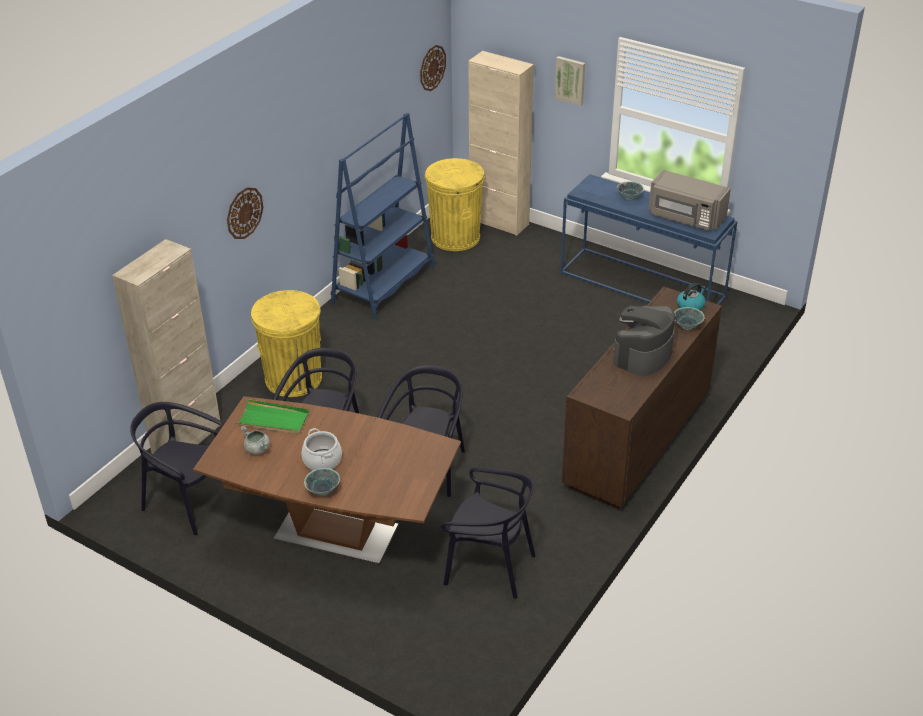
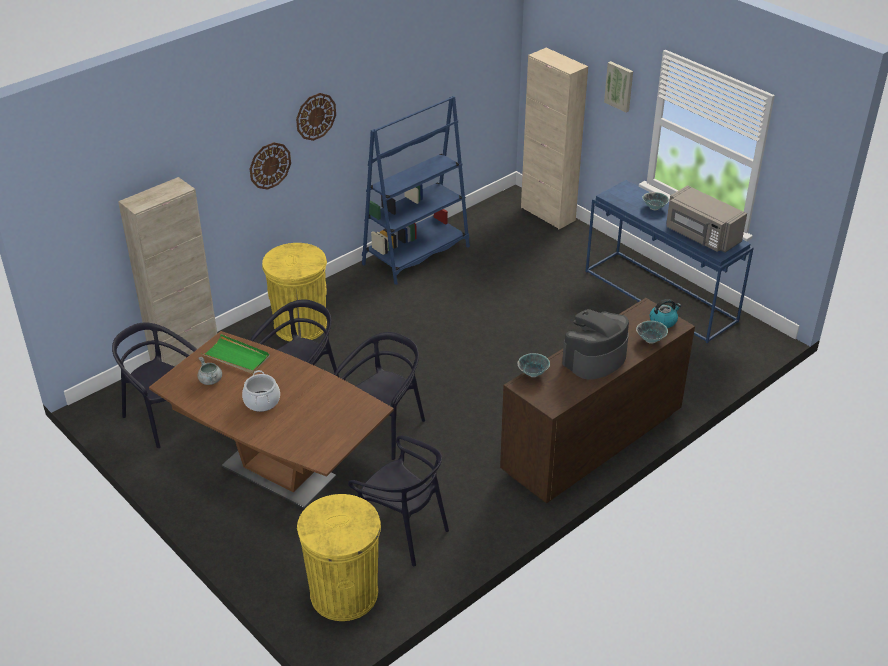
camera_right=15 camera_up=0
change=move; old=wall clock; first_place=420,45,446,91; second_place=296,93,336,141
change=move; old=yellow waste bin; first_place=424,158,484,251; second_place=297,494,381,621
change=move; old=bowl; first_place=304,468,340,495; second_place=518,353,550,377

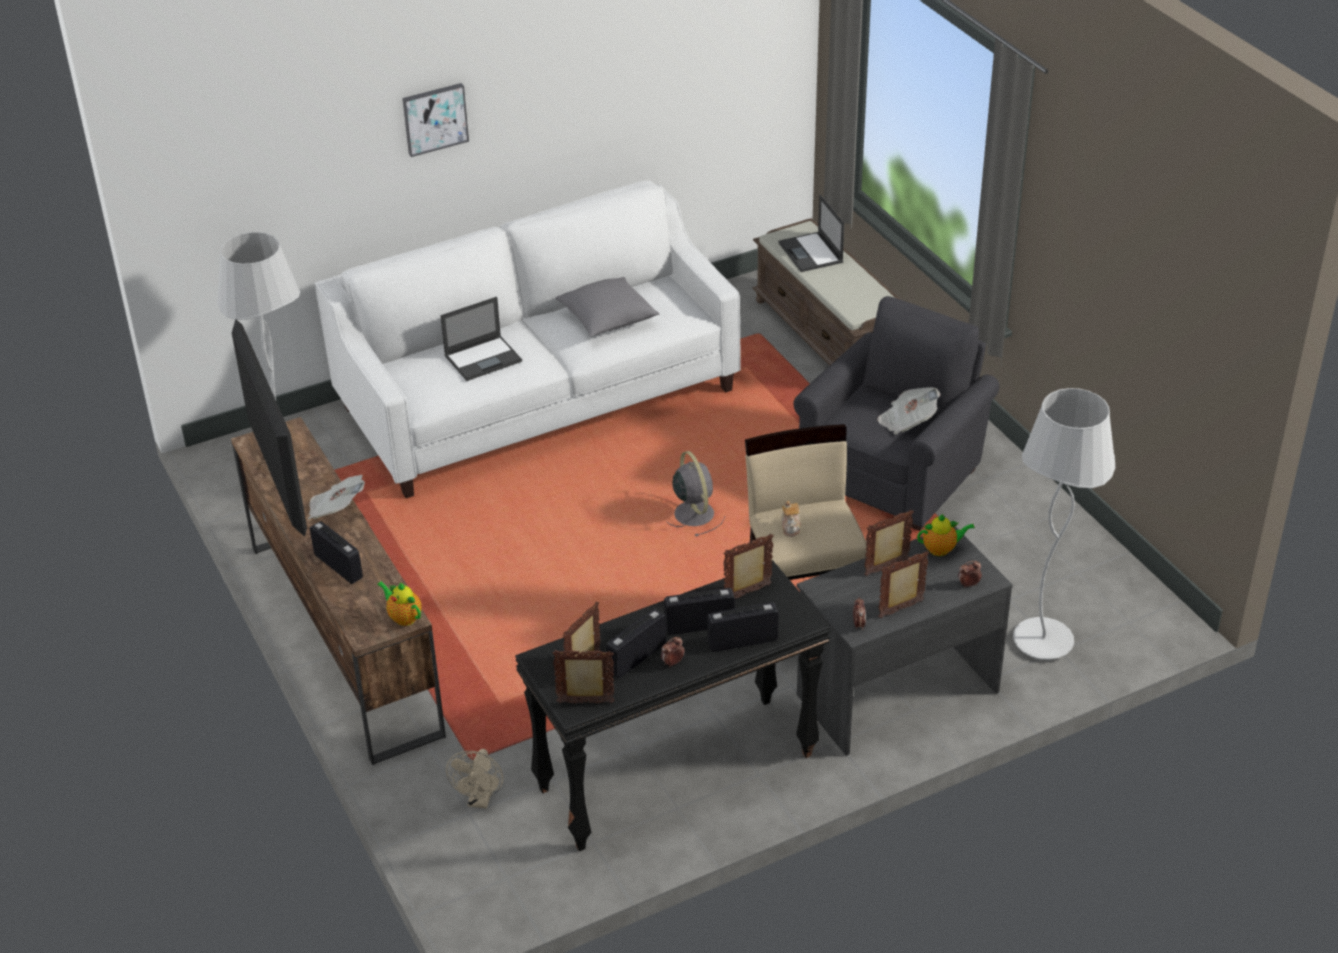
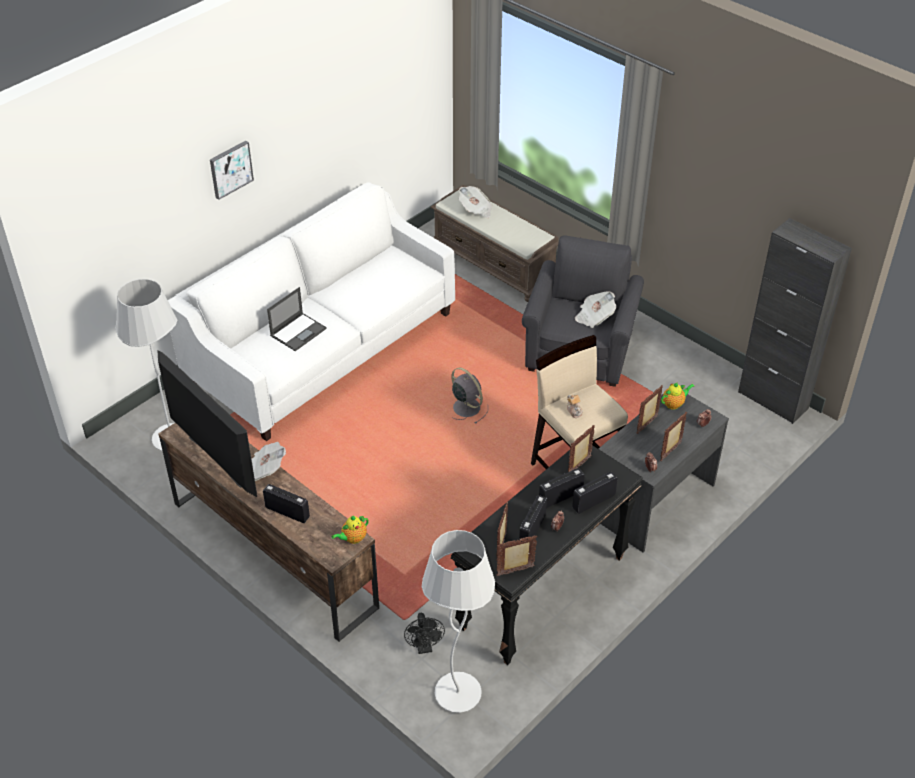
camera_right=-20 camera_up=5
change=rotate; old=teapot; first_place=377,581,421,626; second_place=331,516,369,544; degrees=-60
change=recolor; old=beige-coloured fan; new=black-coloured fan; first_place=446,749,503,809; second_place=404,613,445,654
change=move; old=white standing lamp; first_place=1013,388,1115,660; second_place=422,530,495,713
change=replace; old=laptop; new=printed paper; first_place=778,194,844,272; second_place=459,186,493,218
change=insert; new=black-coloured storage cabinet; second_place=738,218,852,424
change=delete; old=greyish cushion; first_place=555,277,659,337

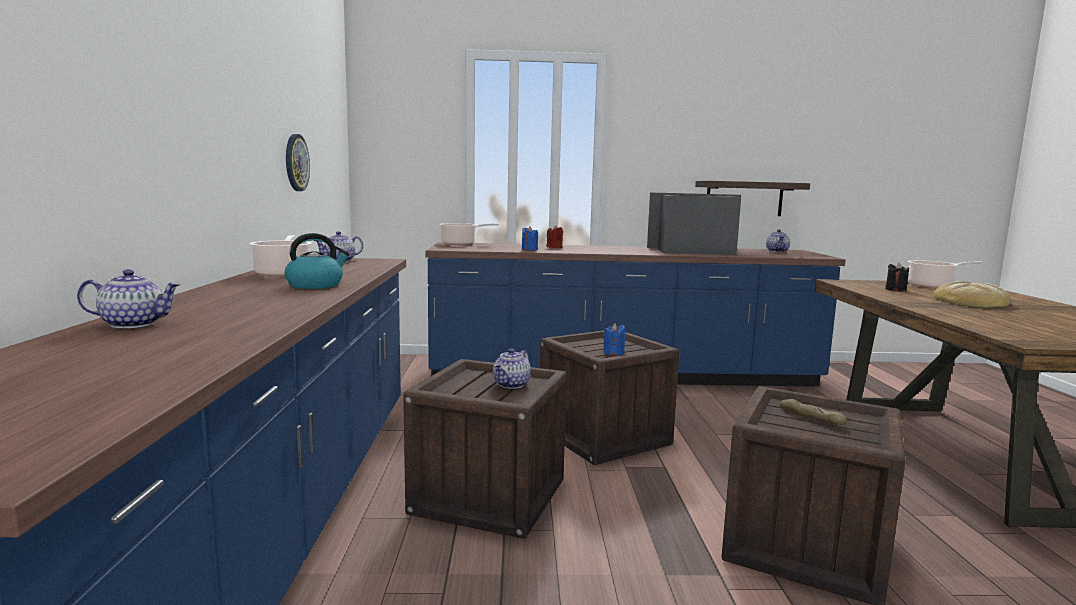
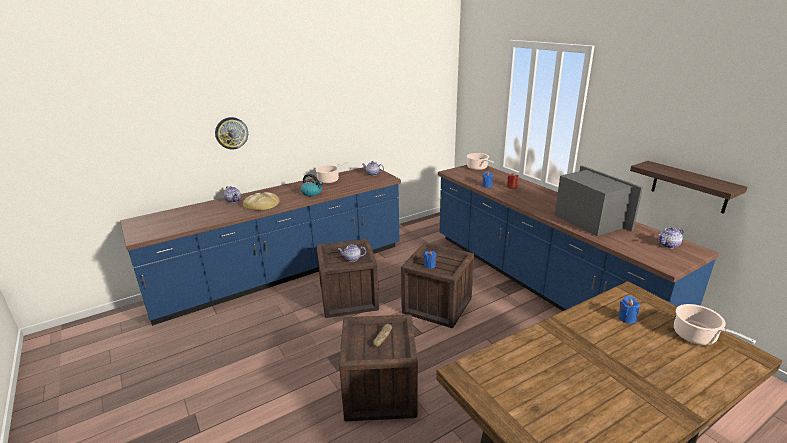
camera_right=60 camera_up=15
change=move; old=wall clock; first_place=286,134,310,191; second_place=215,117,248,149
change=move; old=bread; first_place=933,281,1011,308; second_place=243,192,280,210
change=recolor; old=black-coloured wax candle; new=bluish wax candle; first_place=885,263,909,292; second_place=618,296,640,324

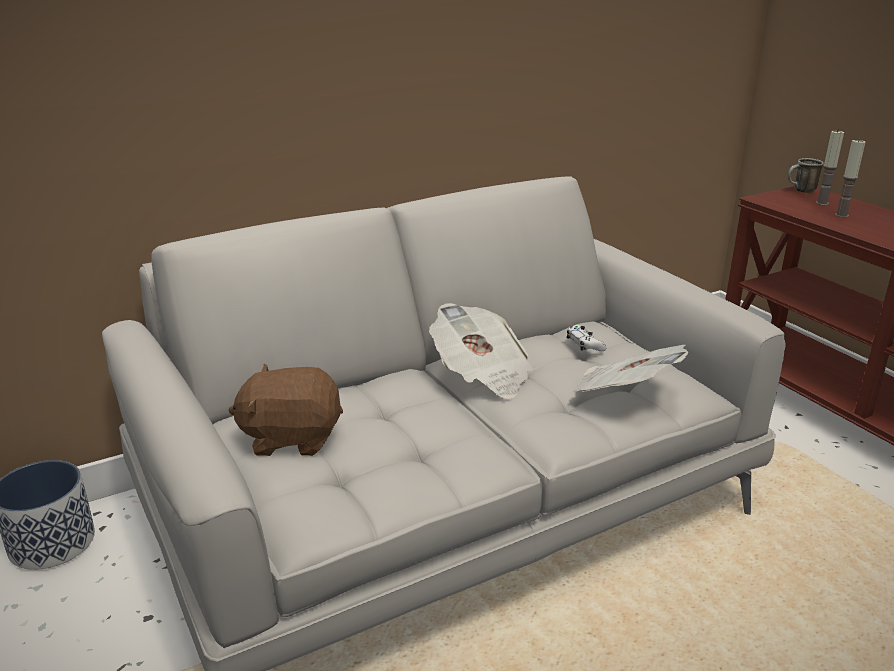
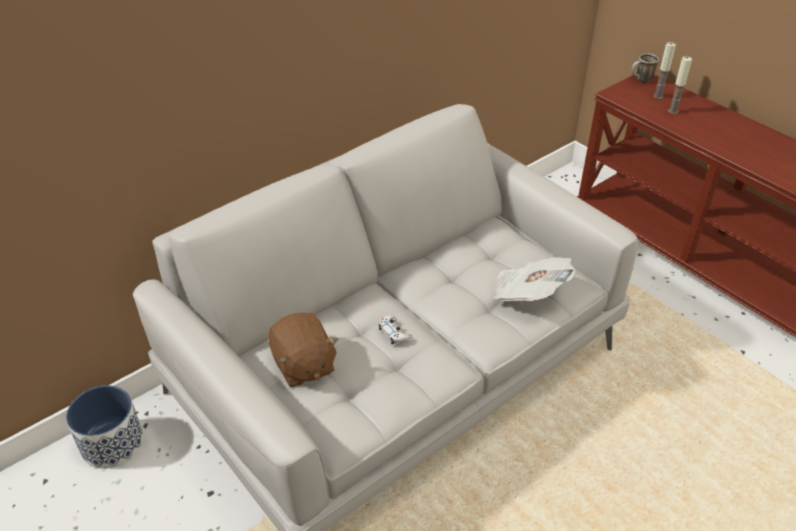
camera_right=-10 camera_up=15
change=rotate; old=brown-coloured plush toy; first_place=228,364,343,456; second_place=269,313,338,387; degrees=-105
change=move; old=white gamepad; first_place=567,325,606,351; second_place=379,316,413,345
change=delete; old=printed paper; first_place=429,303,535,399

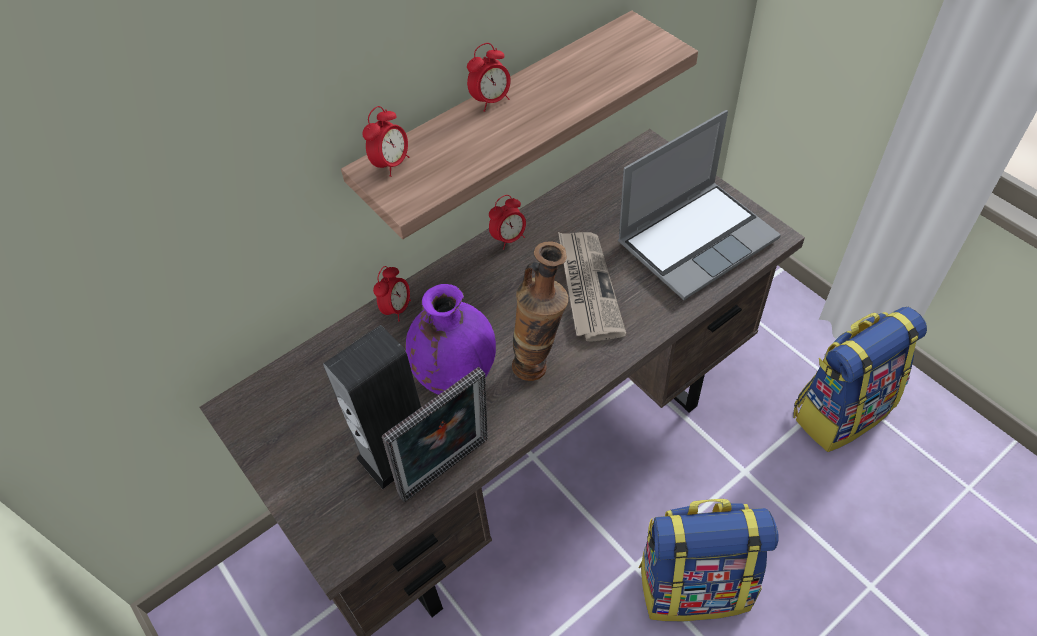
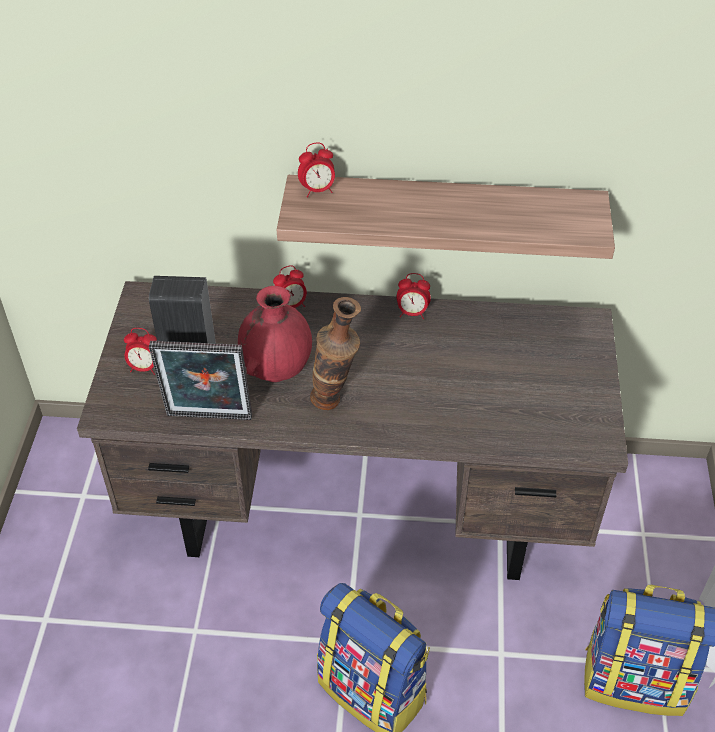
camera_right=40 camera_up=-5
change=move; old=table clock; first_place=467,43,511,112; second_place=124,328,157,375
change=recolor; old=purple vase; new=red-coloured vase; first_place=406,284,496,395; second_place=238,286,312,382
change=delete; old=printed paper; first_place=558,232,626,342
change=delete; old=laptop; first_place=618,110,781,300

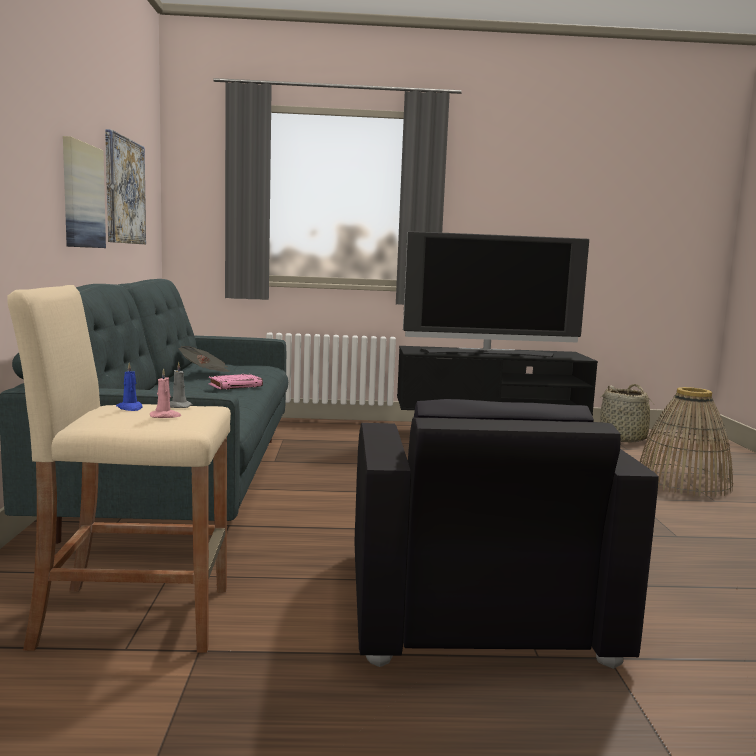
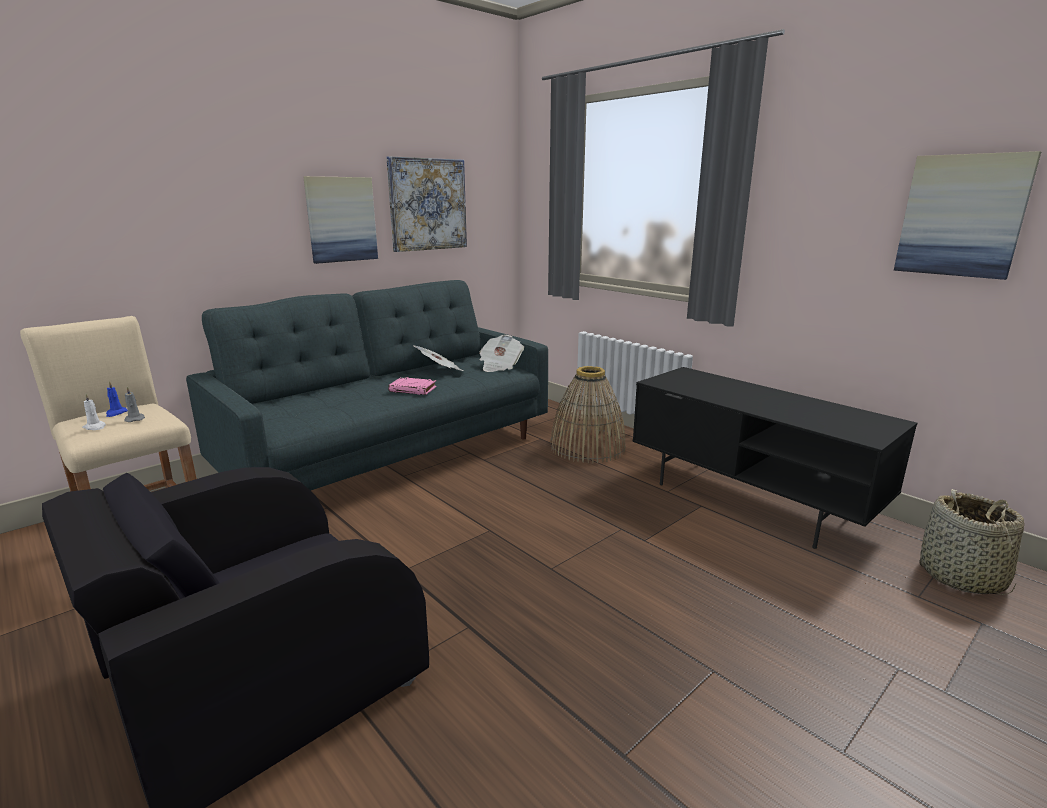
camera_right=50 camera_up=10
change=recolor; old=pink wax candle; new=white wax candle; first_place=150,368,181,418; second_place=82,394,106,430
change=insert; new=printed paper; second_place=480,335,524,372
change=move; old=basket; first_place=640,387,733,497; second_place=550,366,626,463
change=insert; new=wall art; second_place=894,151,1041,280
change=delete; old=TV set; first_place=403,231,589,357

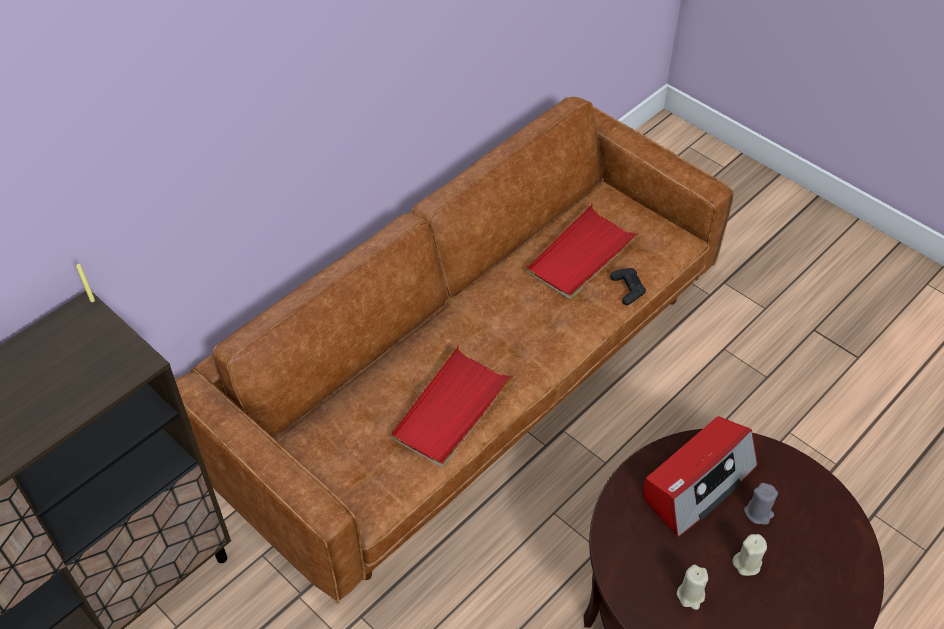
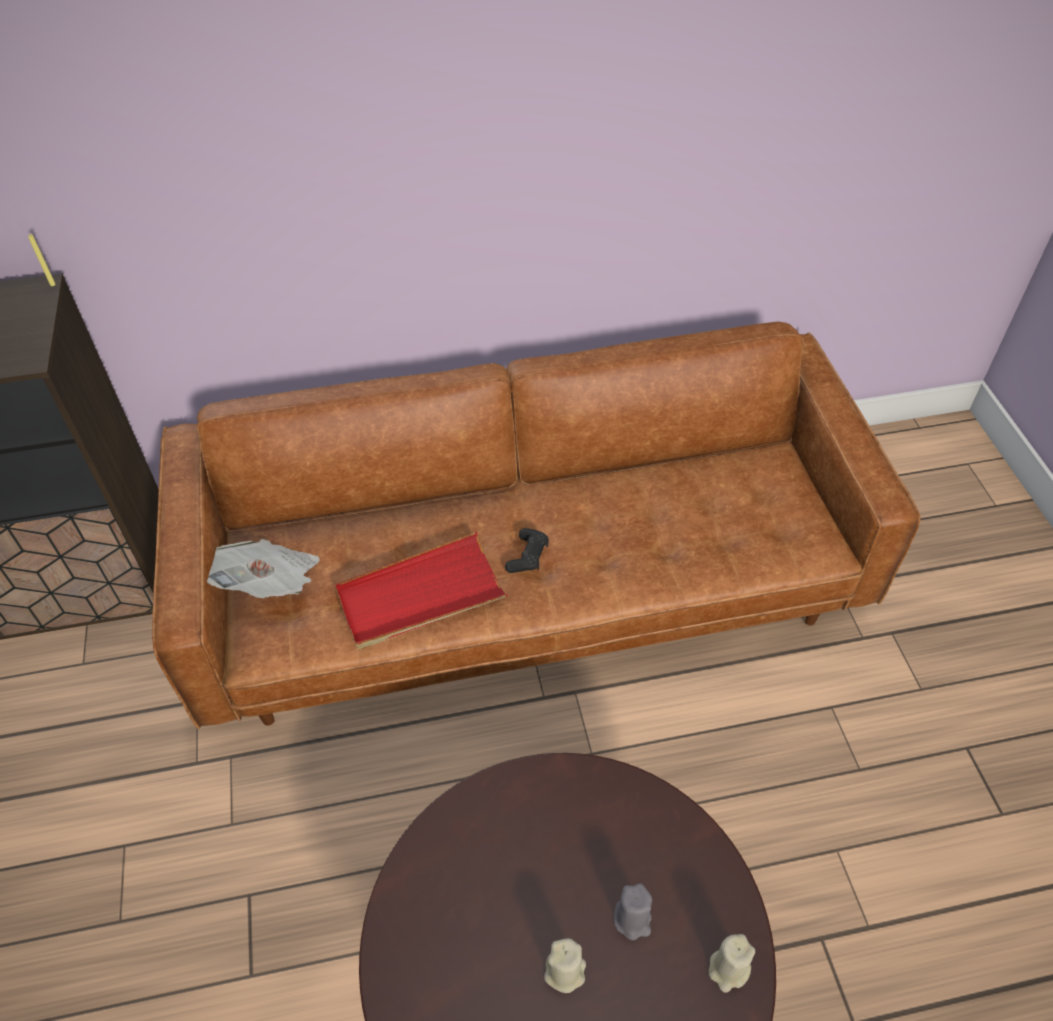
camera_right=35 camera_up=0
change=insert; new=printed paper; second_place=207,539,320,598
change=move; old=black-coloured gamepad; first_place=610,268,646,305; second_place=505,528,549,573
change=move; old=beige-coloured wax candle; first_place=677,564,708,610; second_place=709,934,755,993
change=delete; old=red-coloured carrying tray; first_place=526,203,642,300
change=delete; old=radio receiver; first_place=643,416,758,537

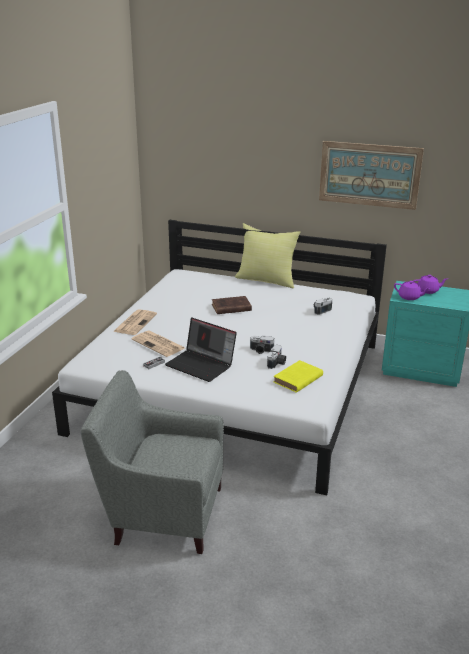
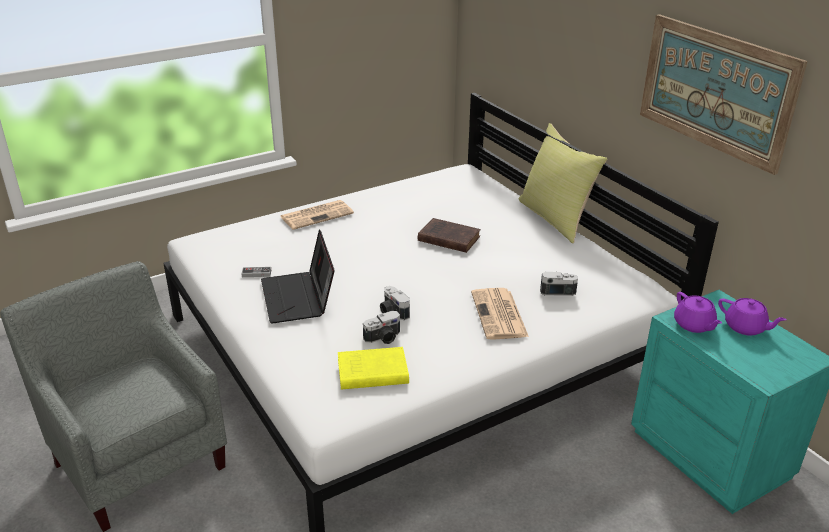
camera_right=40 camera_up=5
change=move; old=printed paper; first_place=131,331,185,357; second_place=471,288,529,340

